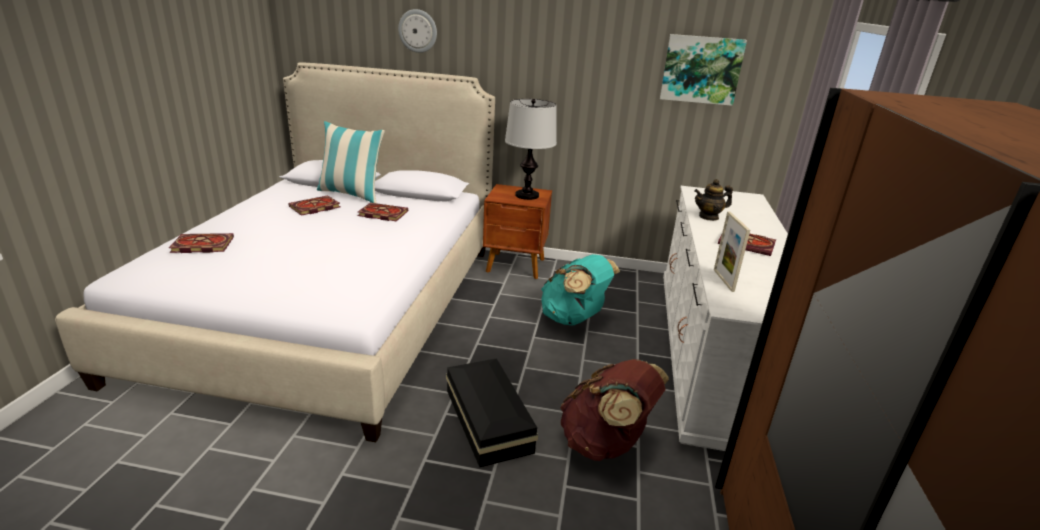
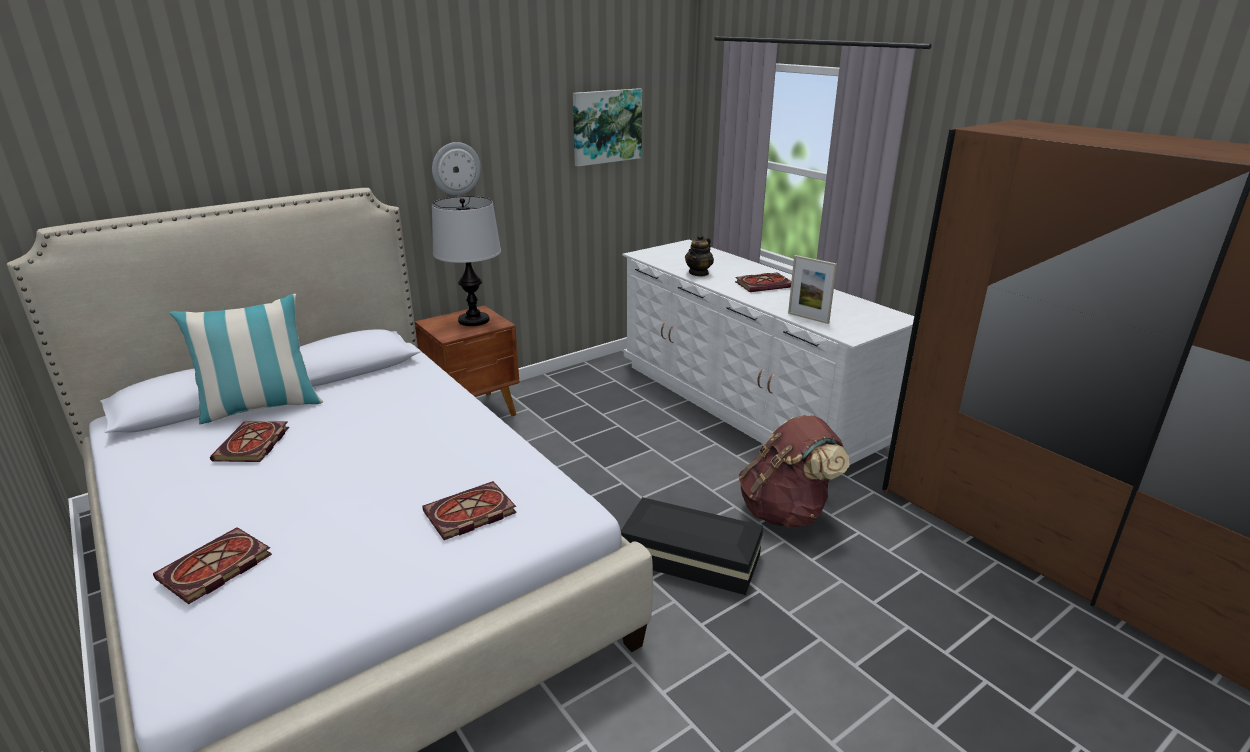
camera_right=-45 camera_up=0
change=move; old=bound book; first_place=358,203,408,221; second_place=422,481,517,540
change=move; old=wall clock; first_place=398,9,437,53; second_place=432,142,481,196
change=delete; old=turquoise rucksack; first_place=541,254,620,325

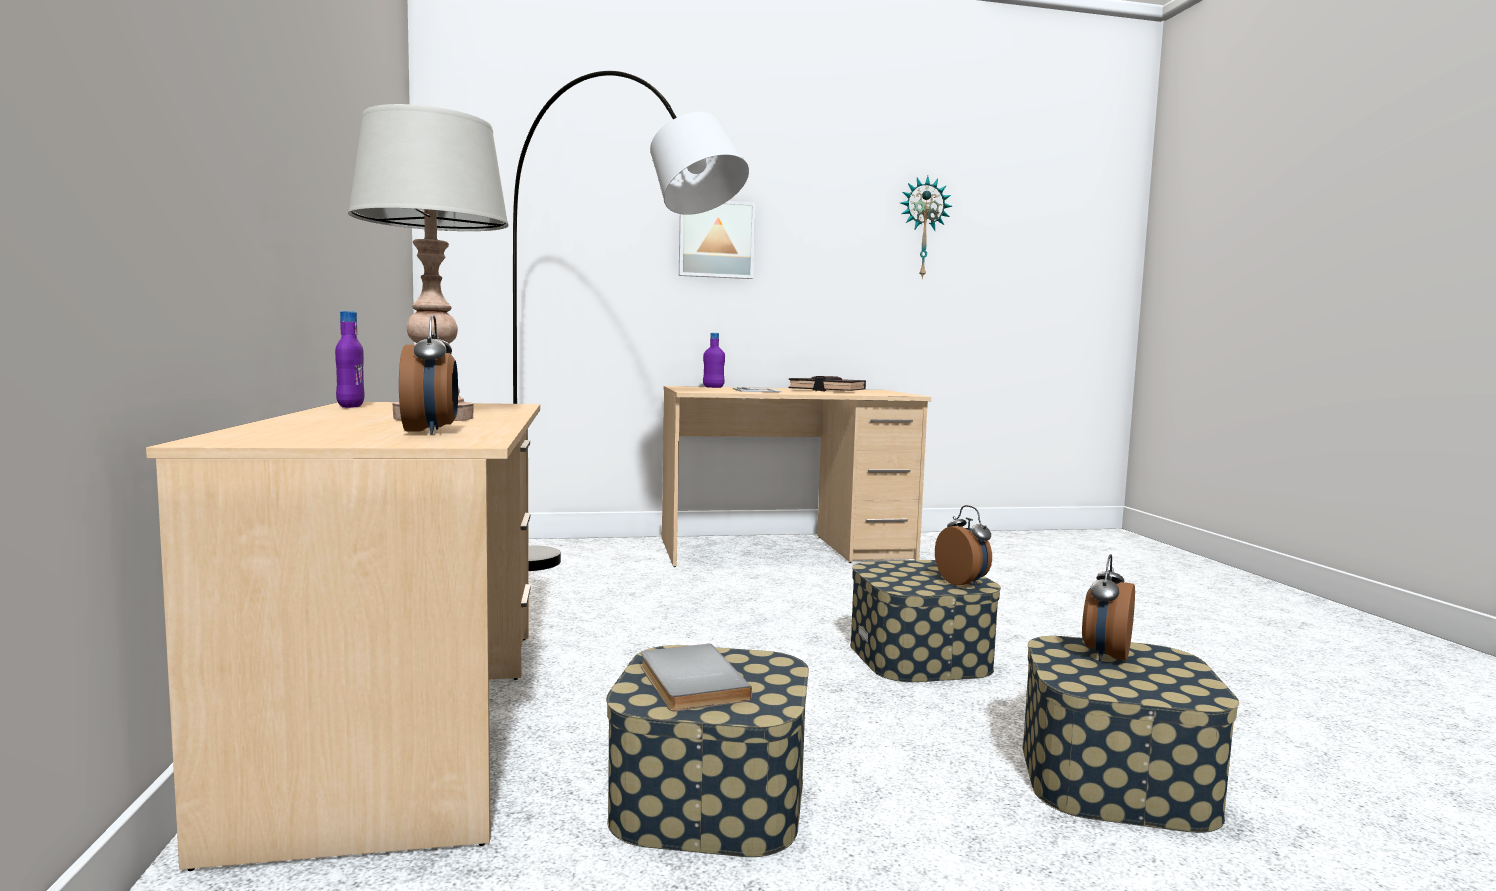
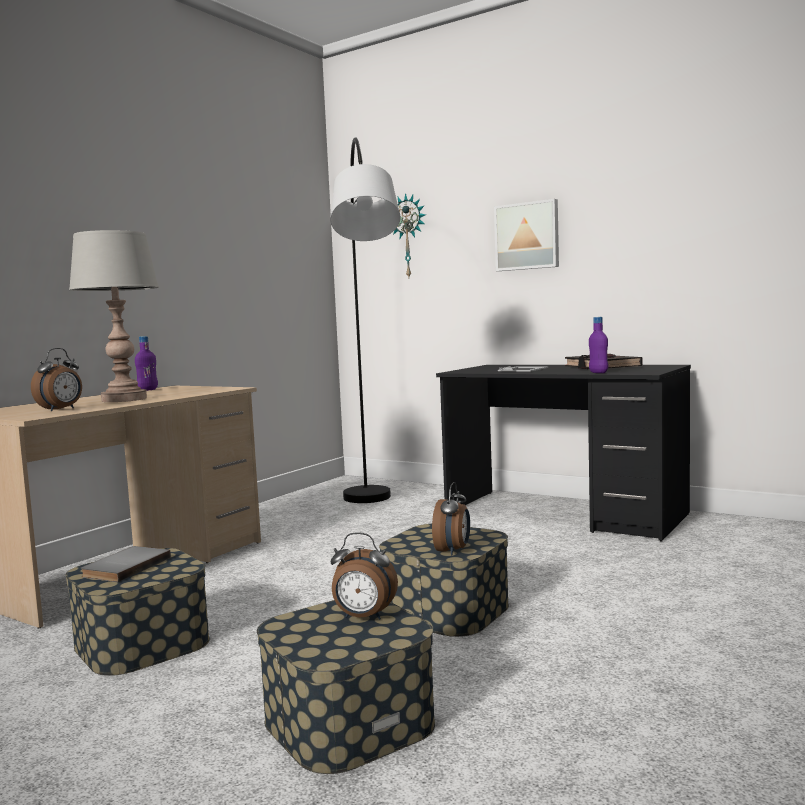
camera_right=45 camera_up=0
change=rotate; old=table clock; first_place=1082,554,1135,661; second_place=331,532,398,620; degrees=-150
change=move; old=wall clock; first_place=901,176,952,279; second_place=393,193,426,277
change=recolor; old=beige-coloured desk; new=black-coloured desk; first_place=662,386,931,567; second_place=436,365,691,541
change=move; old=purple drink bottle; first_place=703,333,725,388; second_place=589,317,608,373

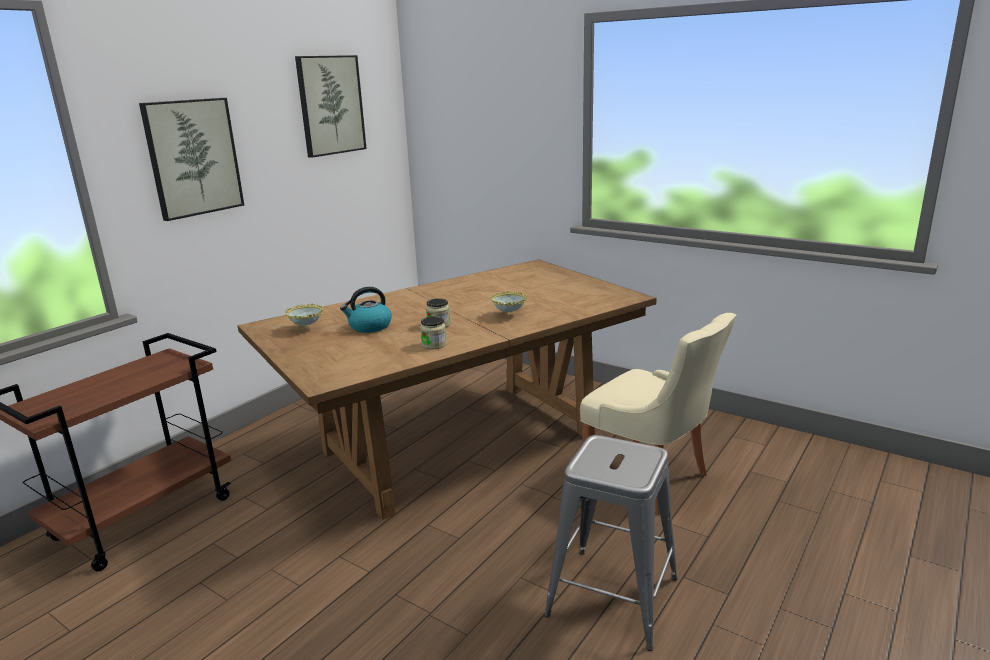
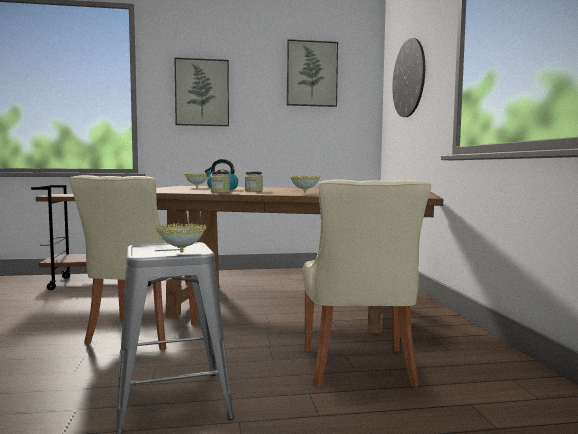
camera_right=45 camera_up=-15
change=insert; new=beige-coloured plain chair; second_place=69,175,197,350
change=insert; new=bowl; second_place=156,223,206,253
change=insert; new=wall clock; second_place=392,38,425,117

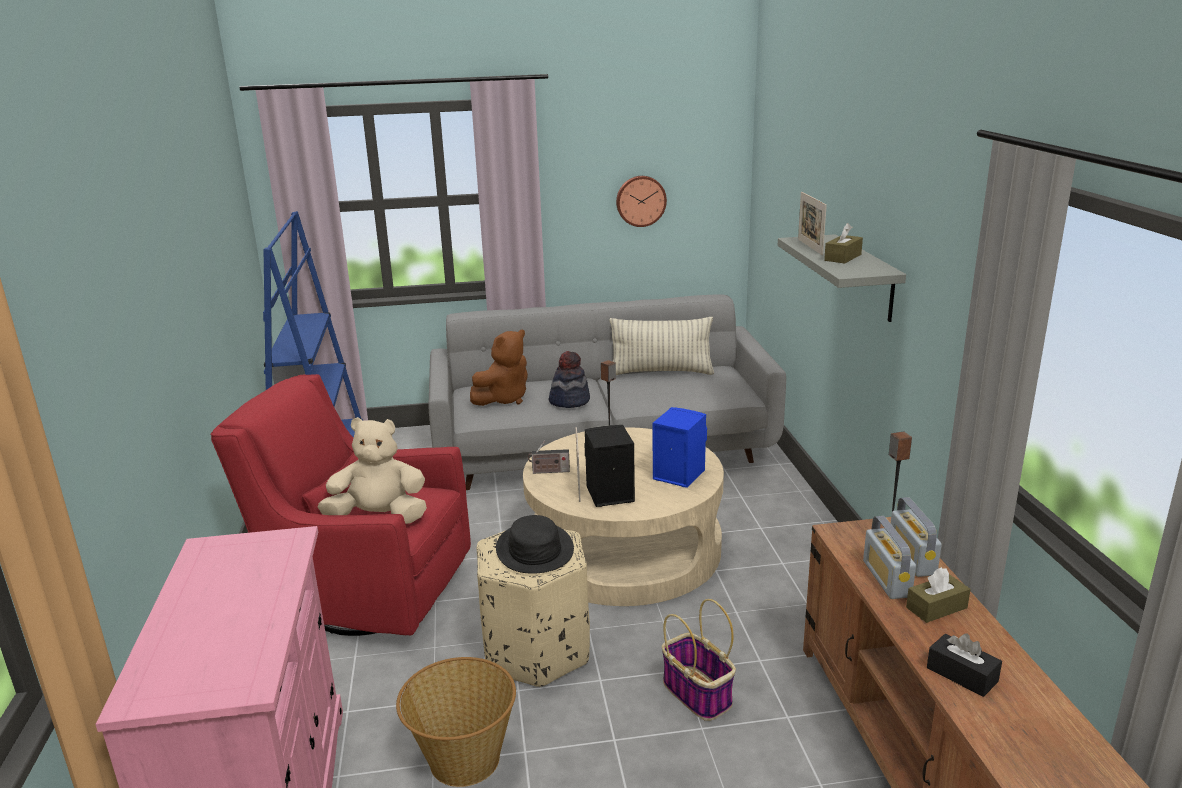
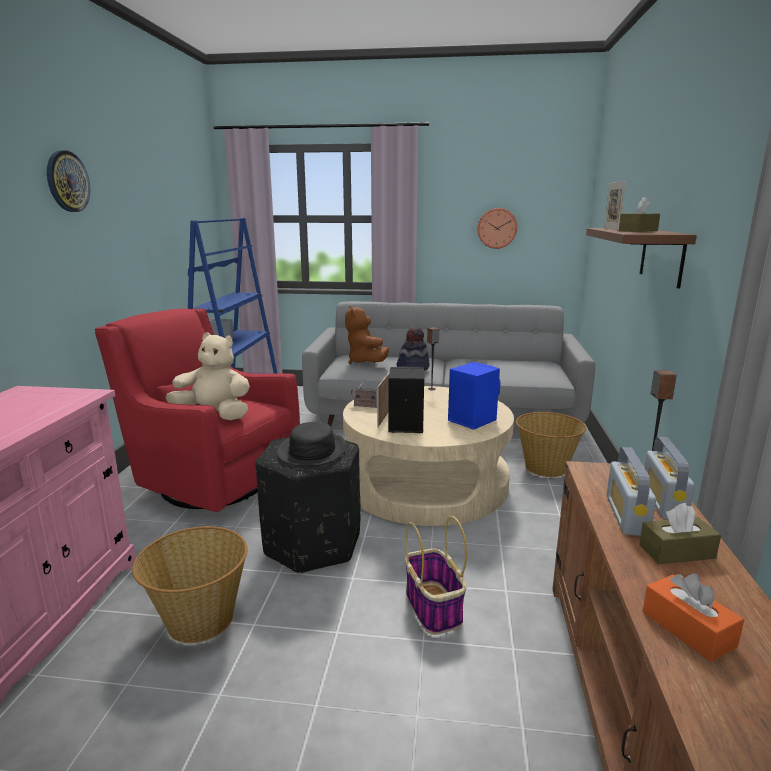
camera_right=15 camera_up=-5
change=insert; new=wall clock; second_place=47,150,90,212
change=recolor; old=beige-coloured pouffe; new=black-coloured pouffe; first_place=477,529,590,687; second_place=256,437,361,574
change=rotate; old=brown-coloured plush toy; first_place=470,330,528,406; second_place=345,306,389,364; degrees=105
change=insert; new=basket; second_place=516,412,587,477
change=recolor; old=greyish bracket shelf; new=brown-coloured bracket shelf; first_place=778,234,906,322; second_place=586,228,697,289
change=recolor; old=black-coloured tissue holder; new=orange-coloured tissue holder; first_place=927,633,1002,697; second_place=643,573,744,662
change=delete; old=cushion; first_place=610,317,714,375

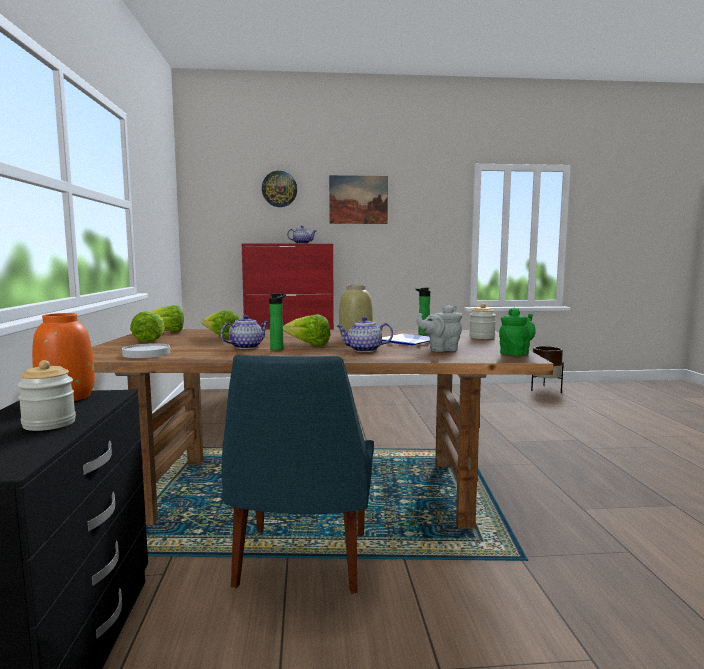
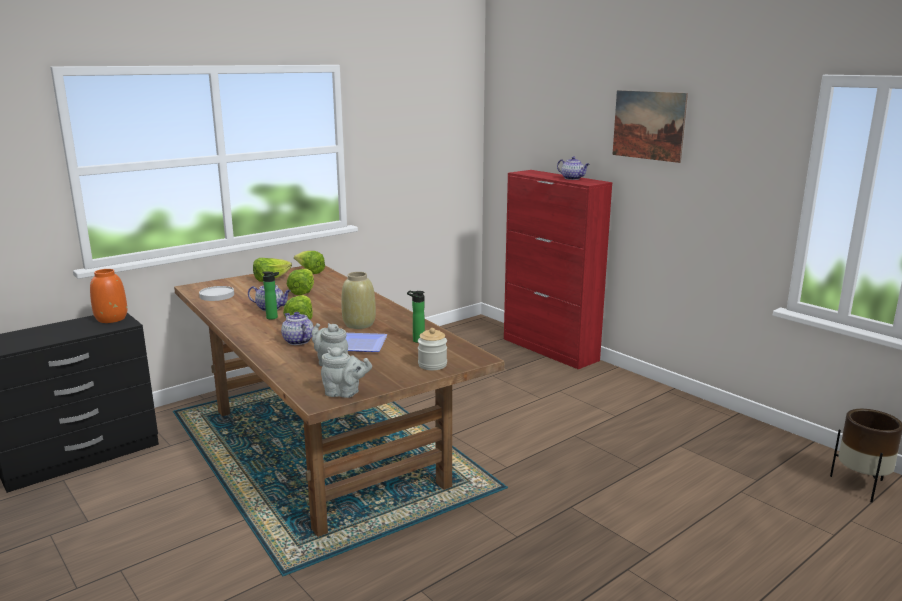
camera_right=55 camera_up=10
change=recolor; old=green teapot; new=greyish teapot; first_place=499,308,536,356; second_place=321,347,372,398
change=delete; old=storage jar; first_place=17,360,76,431
change=delete; old=bluish plain chair; first_place=221,355,374,594
change=delete; old=wall clock; first_place=262,171,297,207

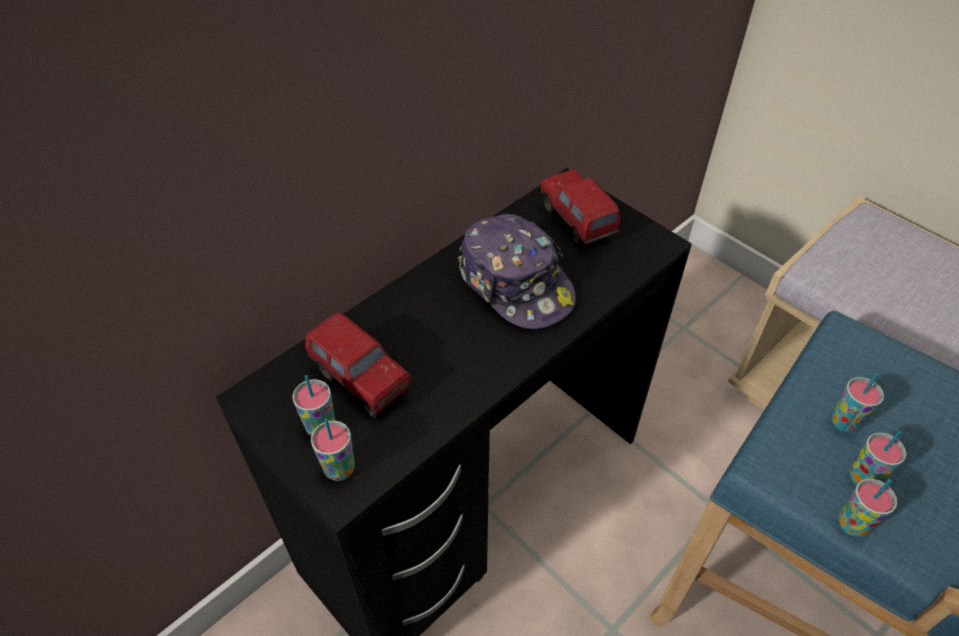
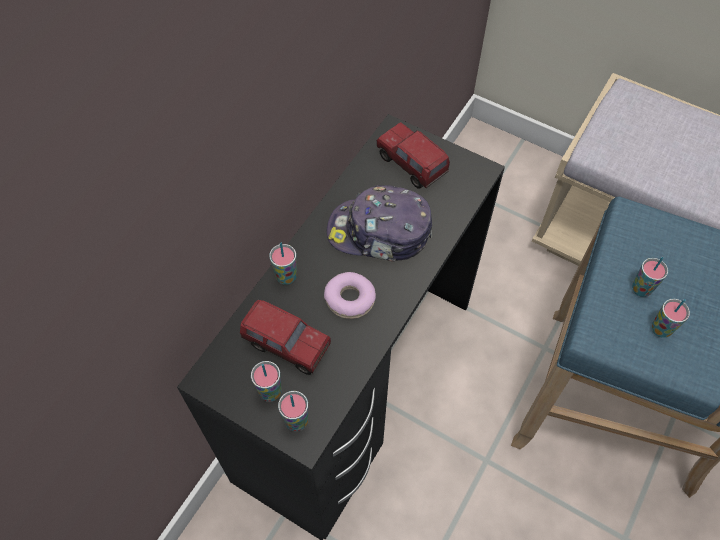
camera_right=-15 camera_up=10
change=move; old=cup; first_place=838,479,897,537; second_place=269,242,297,285
change=insert; new=donut; second_place=324,272,376,319
change=rotate; old=peaked cap; first_place=458,214,576,329; second_place=327,185,432,261; degrees=150

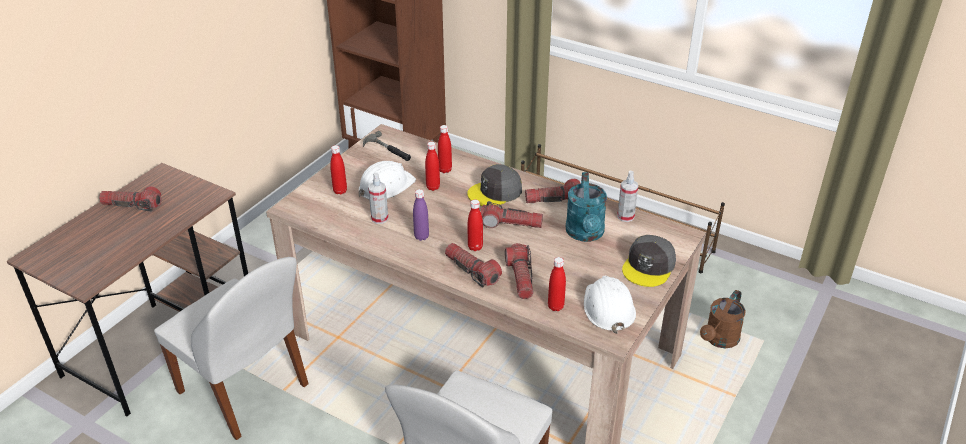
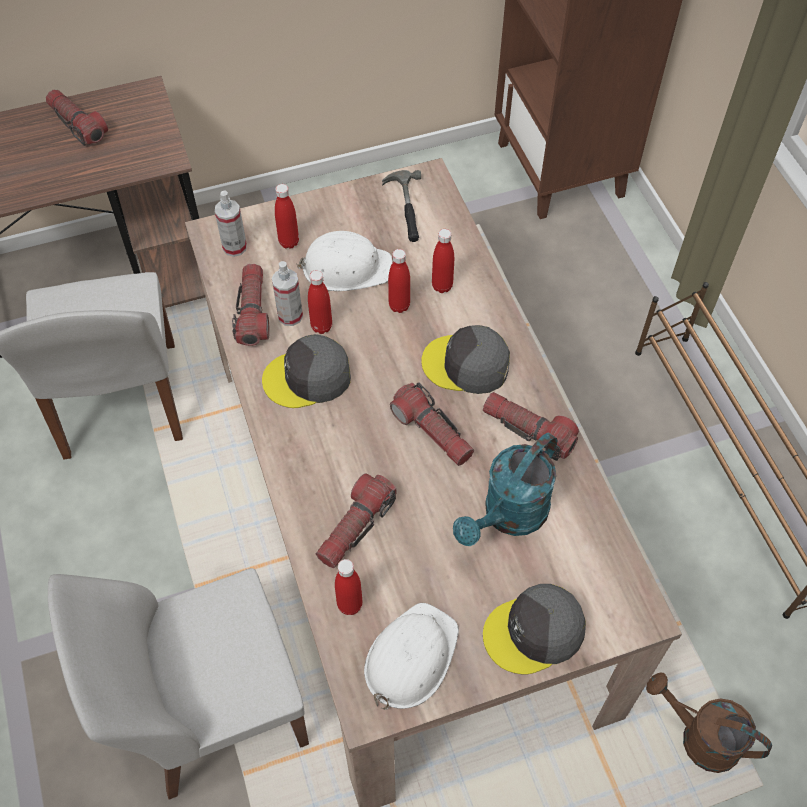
camera_right=40 camera_up=20
change=move; old=hand sprayer; first_place=617,171,638,222; second_place=215,190,247,257
change=move; old=torch; first_place=445,243,502,288; second_place=232,264,270,346
change=replace; old=purple drink bottle; new=greyish peaked cap; first_place=413,189,429,241; second_place=262,334,351,408
change=move; old=red-coloured drink bottle; first_place=468,199,483,251; second_place=308,270,332,334
change=rotate; old=brown-coloured watering can; first_place=700,290,746,348; second_place=646,673,772,773; degrees=45

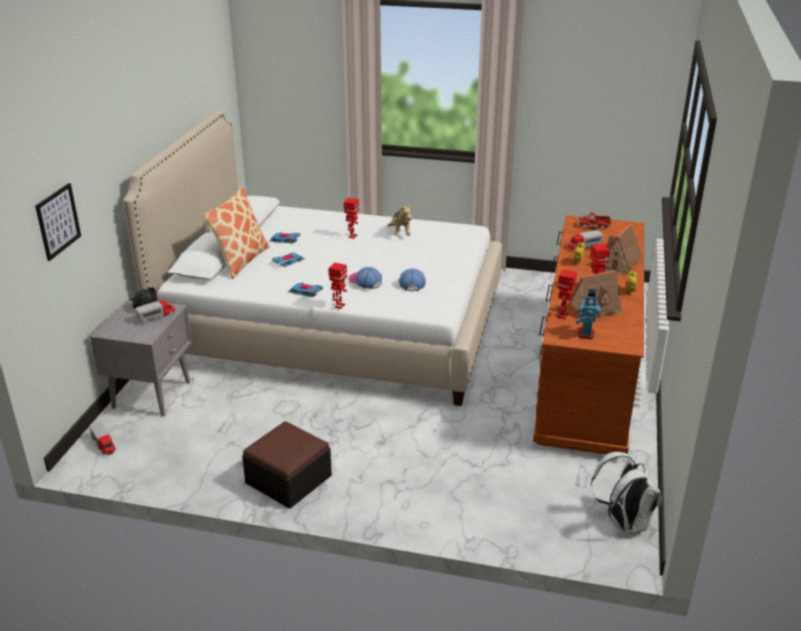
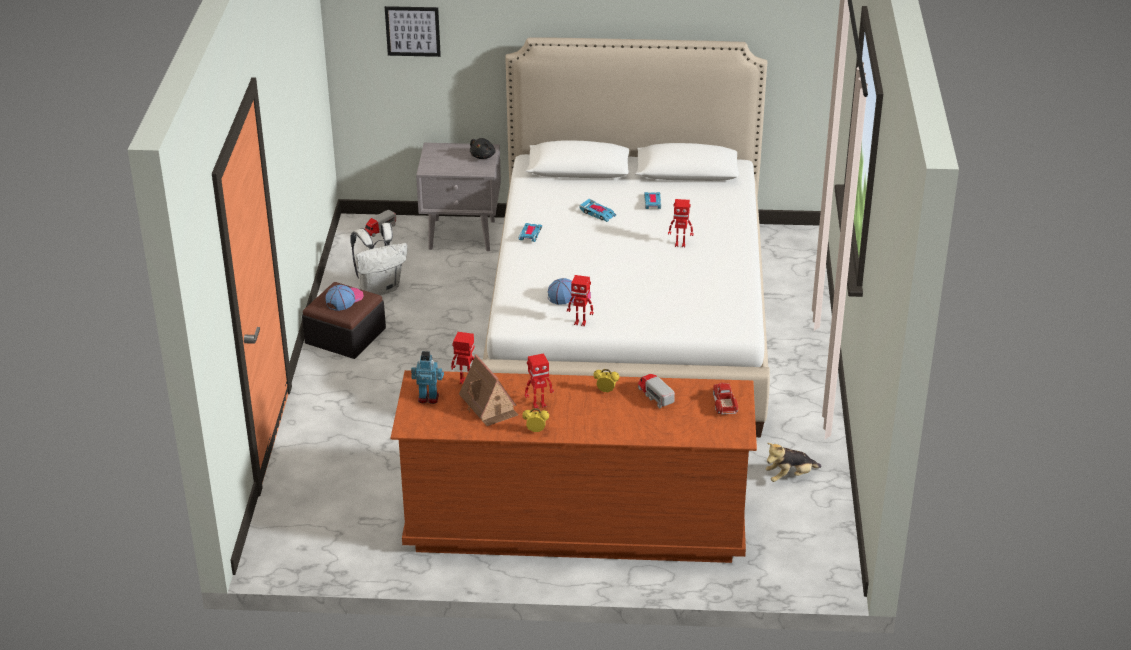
camera_right=80 camera_up=5
change=move; old=peaked cap; first_place=348,267,382,289; second_place=325,285,364,311
change=move; old=white rucksack; first_place=591,452,662,534; second_place=350,223,407,295
change=move; old=model robot; first_place=328,263,347,309; second_place=567,275,594,326
change=move; old=plush toy; first_place=387,203,412,236; second_place=766,443,821,482
change=delete; old=toy lorry; first_place=135,300,175,324
change=delete; old=cushion; first_place=203,186,270,279
change=delete; old=toy house; first_place=604,224,642,276

